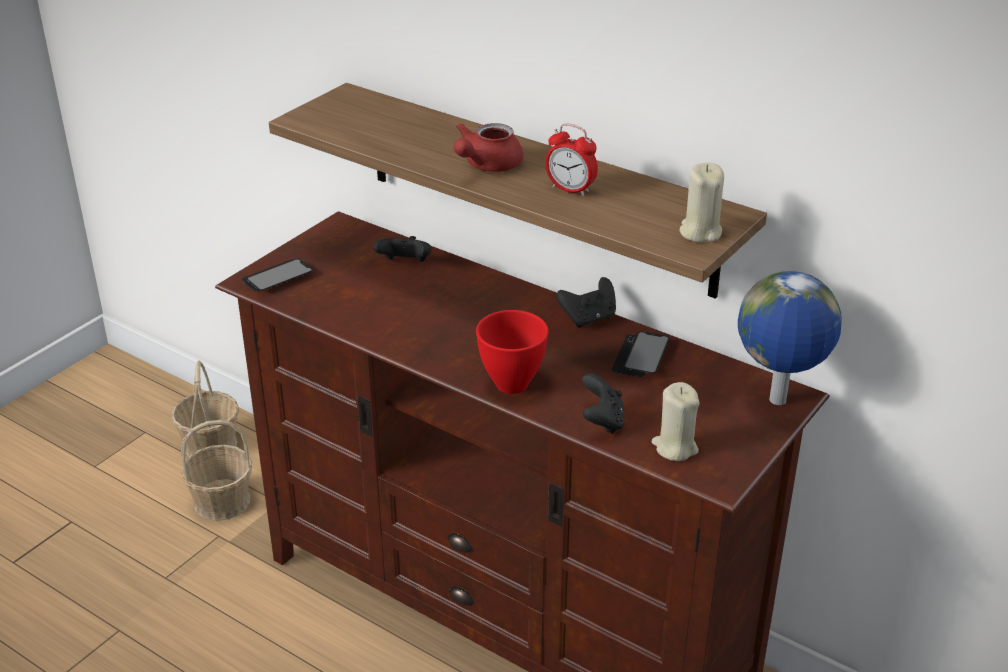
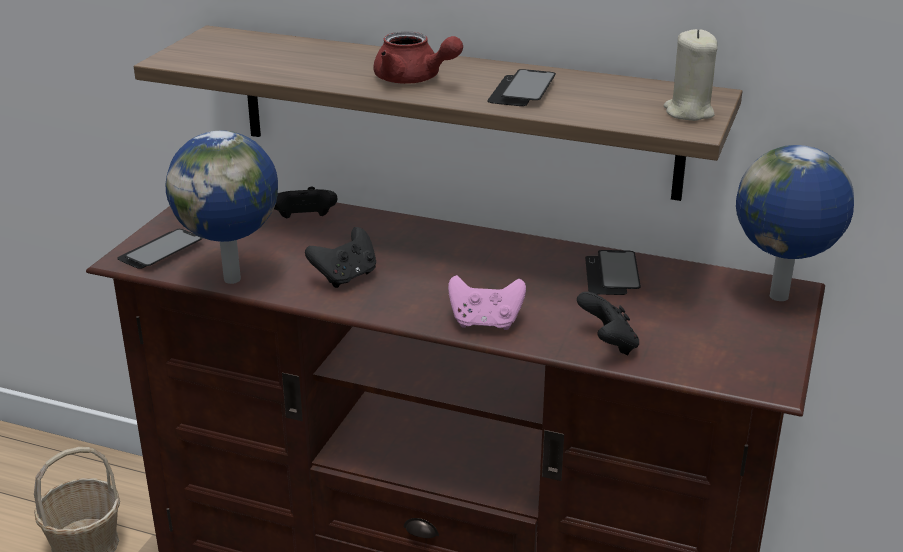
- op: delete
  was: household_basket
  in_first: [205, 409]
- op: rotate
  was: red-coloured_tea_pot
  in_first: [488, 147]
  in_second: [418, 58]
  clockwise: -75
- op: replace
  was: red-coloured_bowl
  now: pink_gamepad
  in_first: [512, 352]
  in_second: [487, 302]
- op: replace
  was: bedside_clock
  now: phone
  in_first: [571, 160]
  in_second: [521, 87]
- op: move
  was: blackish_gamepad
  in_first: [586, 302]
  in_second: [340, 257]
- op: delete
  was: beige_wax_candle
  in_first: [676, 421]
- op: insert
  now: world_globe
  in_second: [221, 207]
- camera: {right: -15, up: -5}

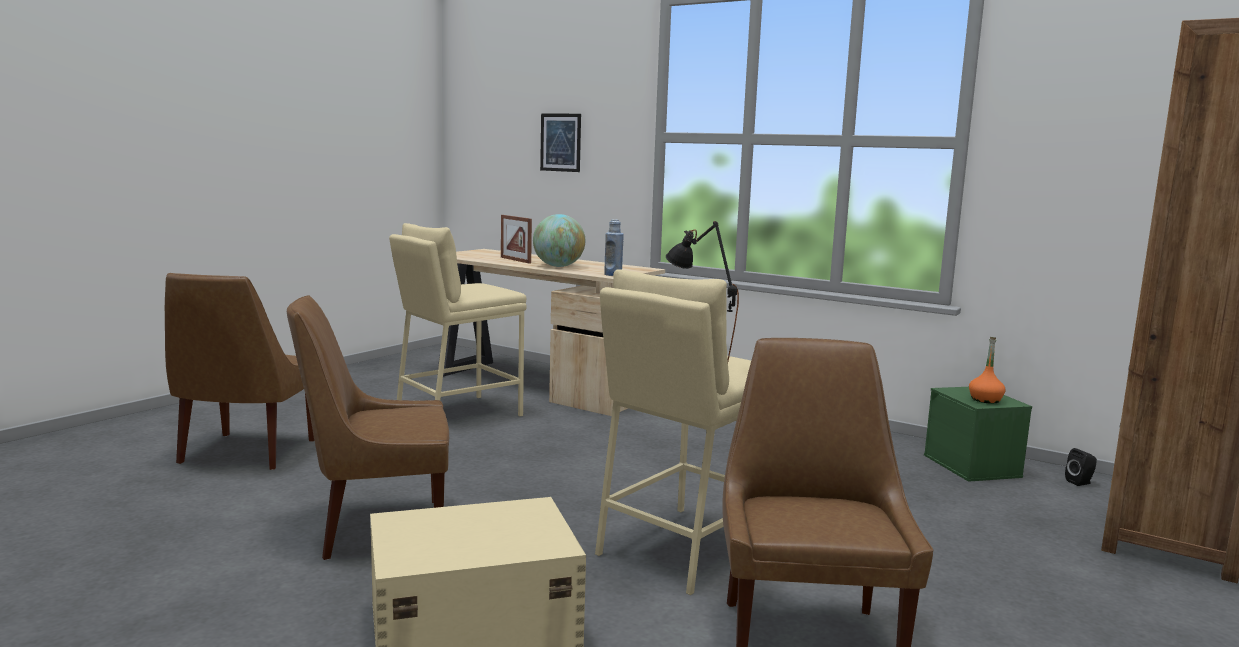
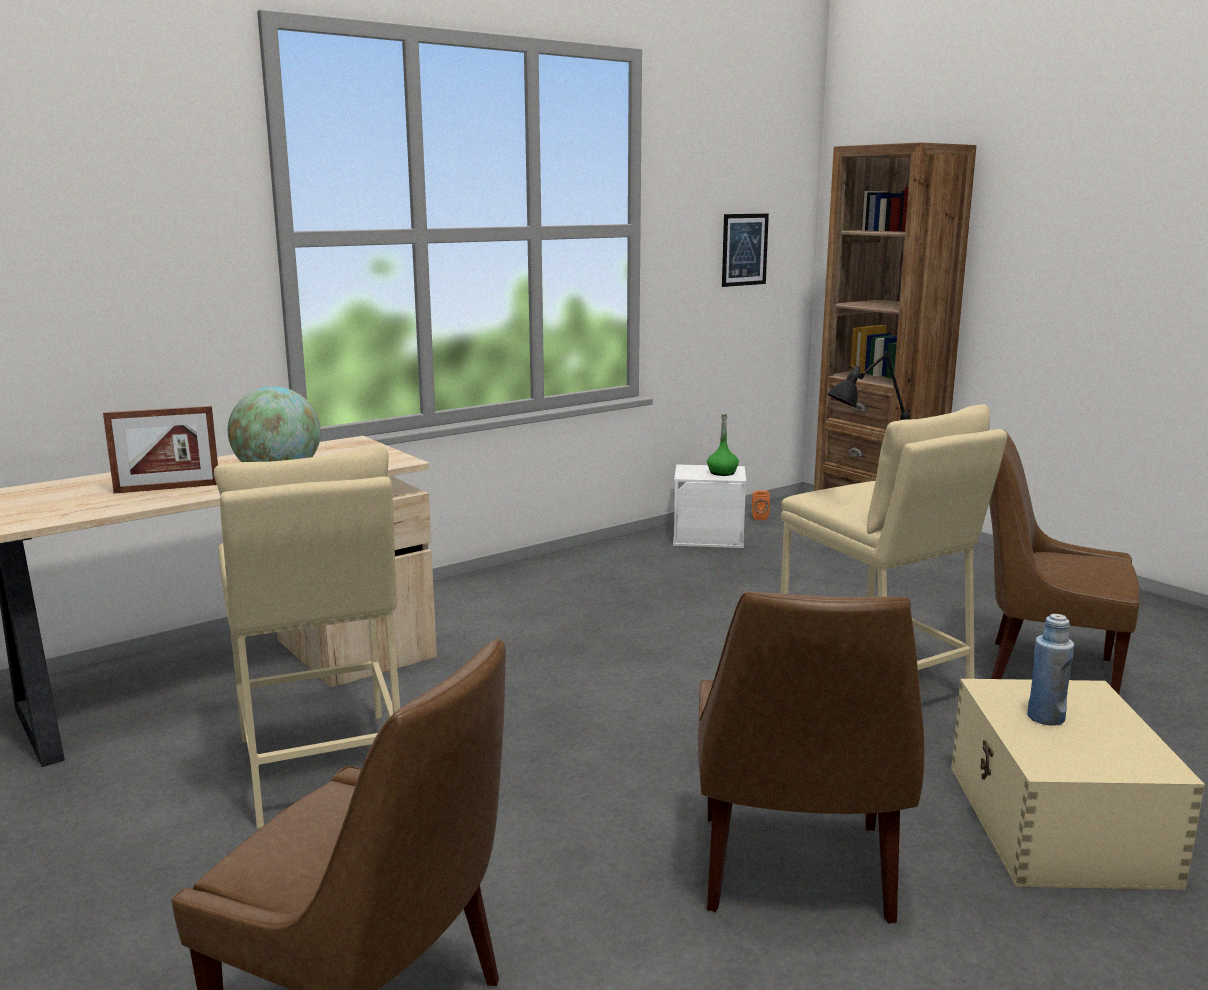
- op: move
  was: picture
  in_first: [560, 143]
  in_second: [745, 250]
- op: move
  was: blue_drink_bottle
  in_first: [614, 248]
  in_second: [1050, 670]
- op: recolor
  was: green_storage_box
  now: white_storage_box
  in_first: [978, 434]
  in_second: [709, 506]
- op: recolor
  was: orangey_drink_bottle
  now: green_drink_bottle
  in_first: [987, 370]
  in_second: [723, 445]
- op: recolor
  was: blackish_audio_speaker
  now: orangey_audio_speaker
  in_first: [1081, 467]
  in_second: [761, 505]
- camera: {right: -70, up: 5}

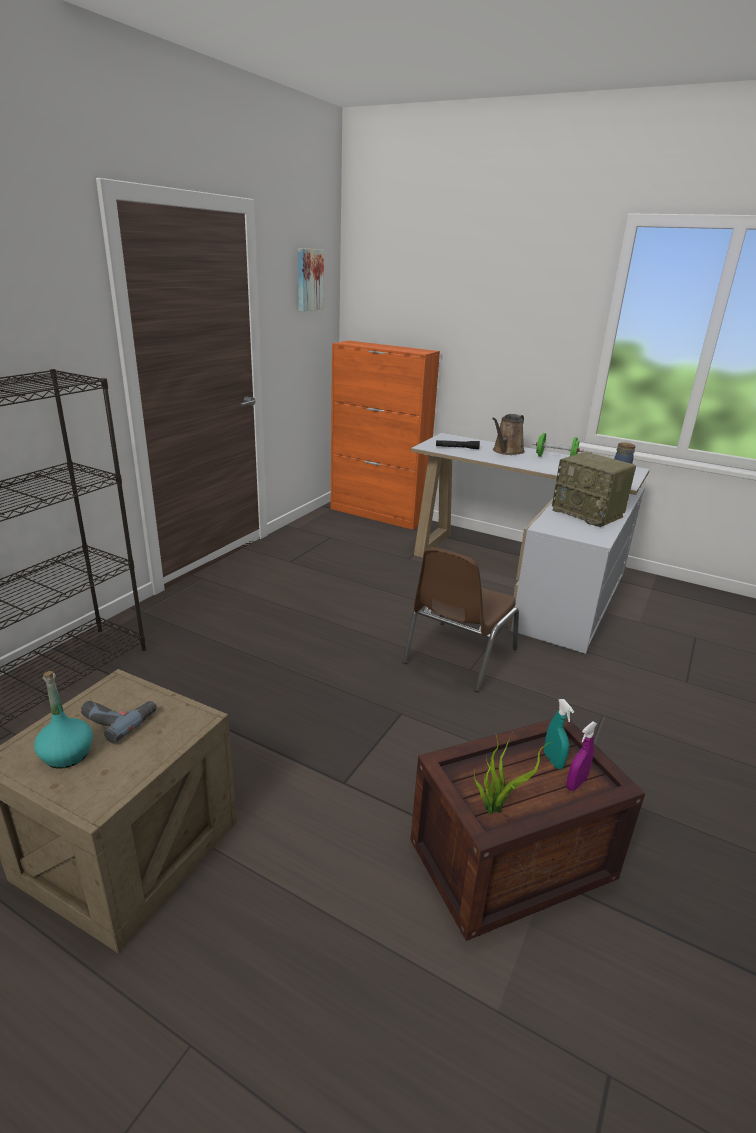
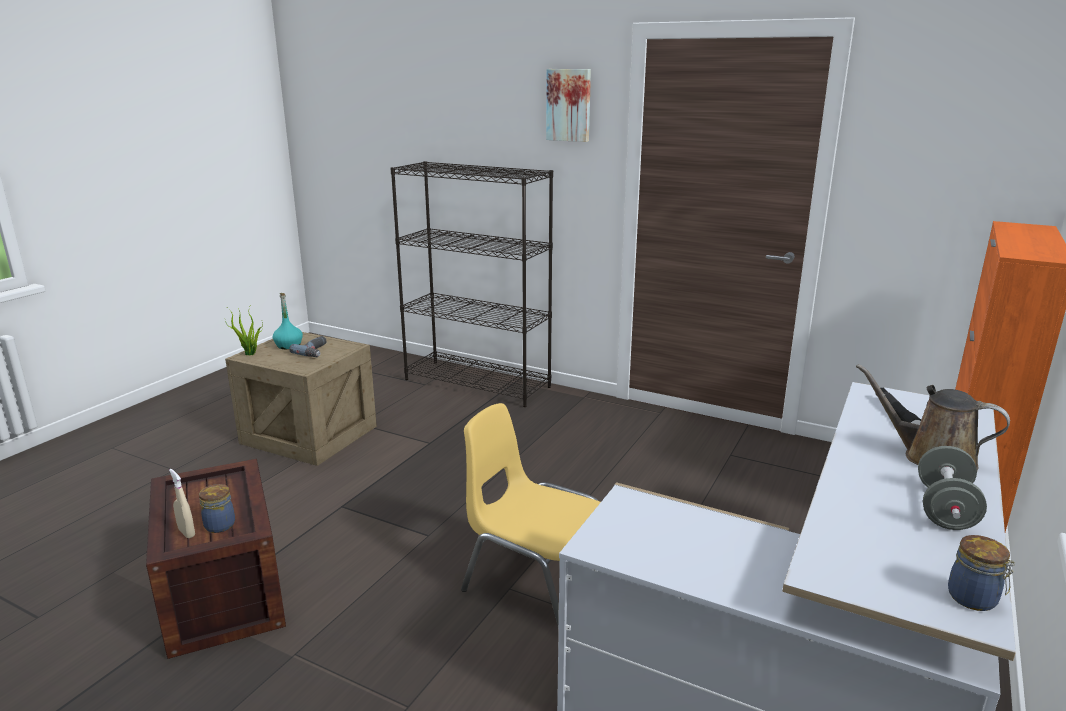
- op: move
  was: picture
  in_first: [311, 279]
  in_second: [568, 105]
- op: recolor
  was: brown_chair
  now: yellowish_chair
  in_first: [461, 619]
  in_second: [531, 516]
- op: move
  was: plant_in_a_pot
  in_first: [512, 773]
  in_second: [244, 332]
- op: recolor
  was: green_dumbbell
  now: gray_dumbbell
  in_first: [558, 445]
  in_second: [952, 488]
- op: replace
  was: blue-green_spray_bottle
  now: preserve_jar
  in_first: [559, 734]
  in_second: [217, 508]
- op: delete
  was: radio
  in_first: [594, 489]
- op: recolor
  was: purplish_spray_bottle
  now: beige_spray_bottle
  in_first: [582, 756]
  in_second: [182, 503]
- camera: {right: 90, up: -5}

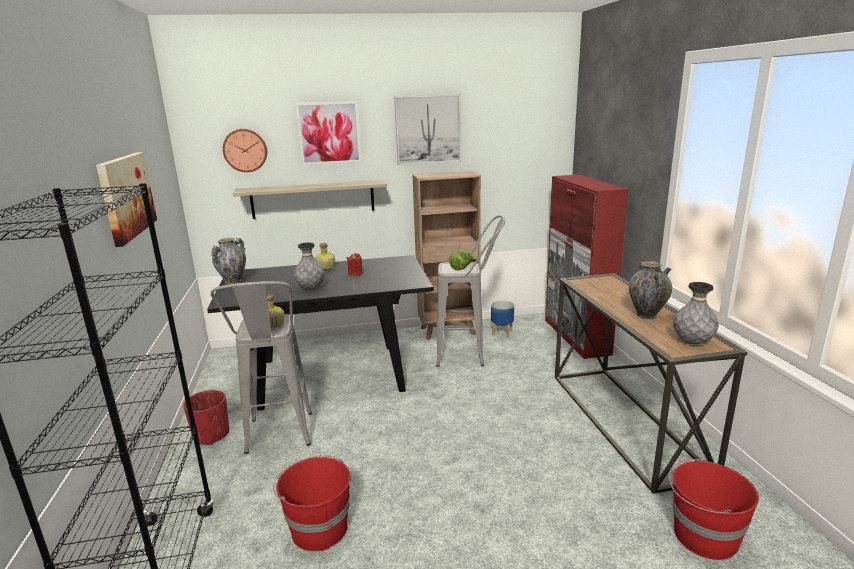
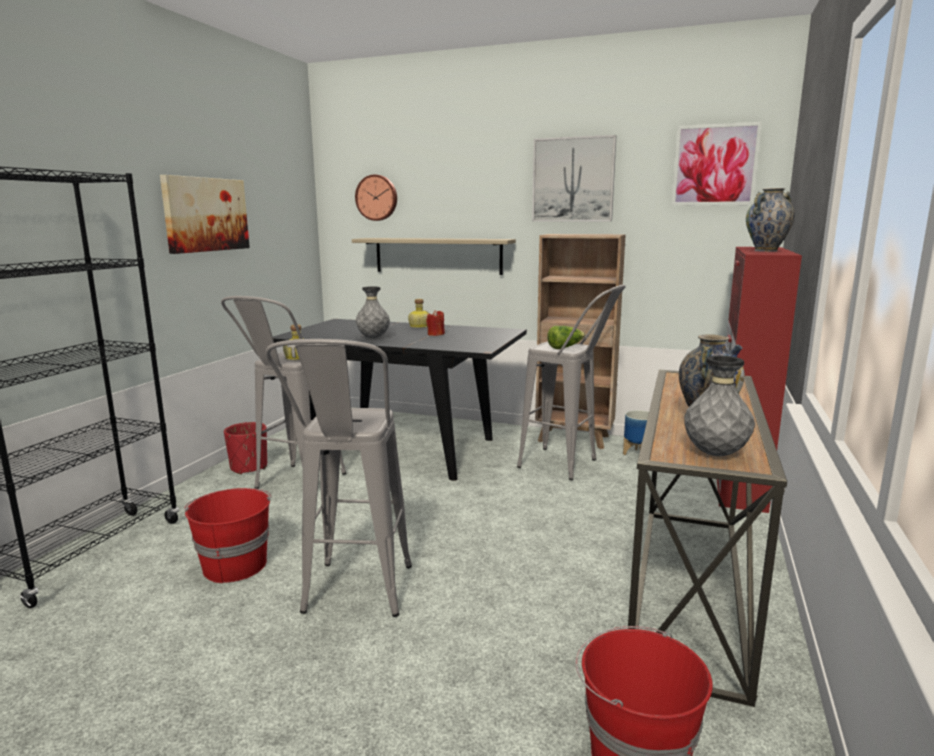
- op: move
  was: flower_vase
  in_first: [228, 261]
  in_second: [770, 220]
- op: move
  was: picture
  in_first: [328, 133]
  in_second: [716, 164]
- op: insert
  now: gray_stool
  in_second: [338, 478]
- camera: {right: 30, up: -5}

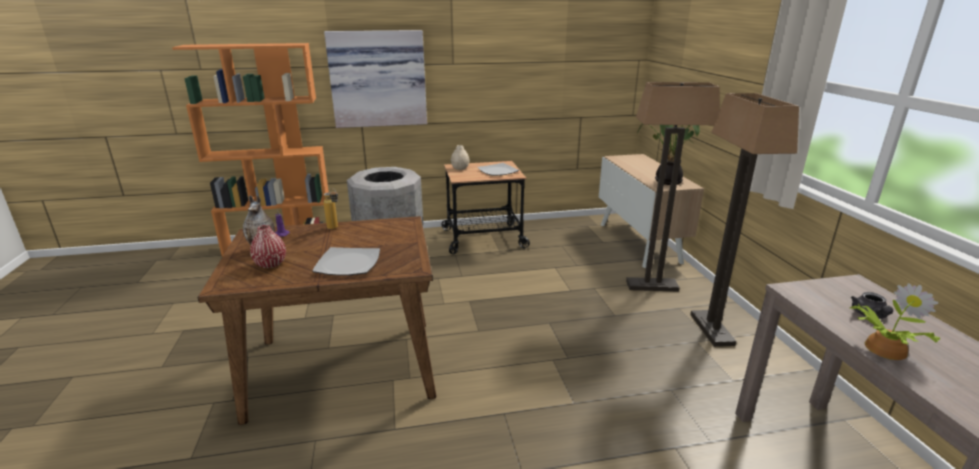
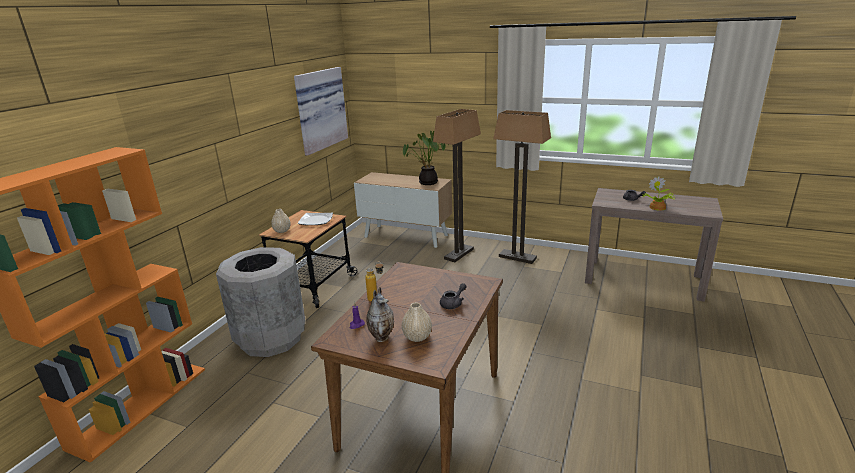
- op: recolor
  was: red-coloured_flower_vase
  now: beige_flower_vase
  in_first: [268, 246]
  in_second: [417, 322]
- op: replace
  was: flat_dish
  now: gray_tea_pot
  in_first: [346, 261]
  in_second: [453, 296]
- op: move
  was: picture
  in_first: [375, 79]
  in_second: [321, 111]
- camera: {right: -55, up: 0}

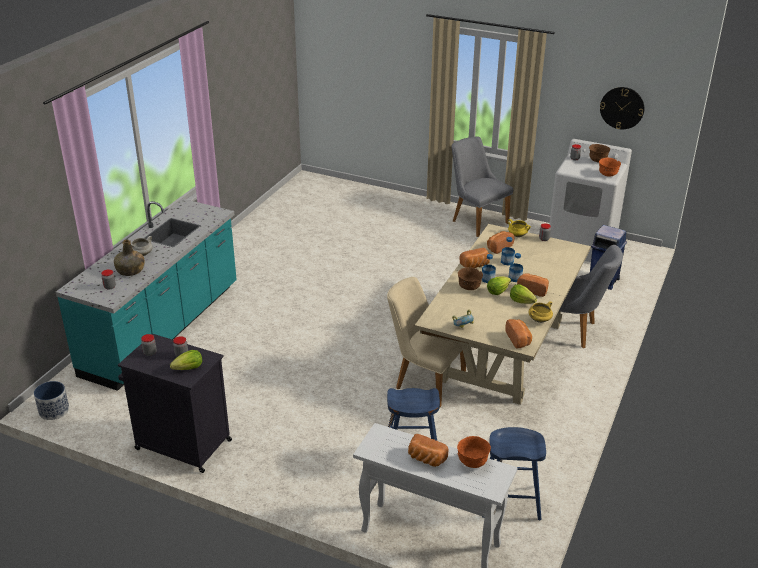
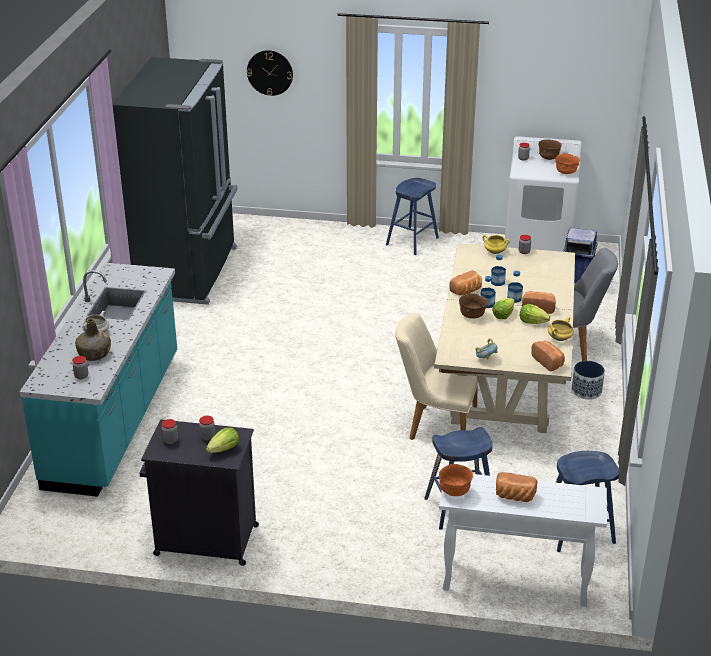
- op: move
  was: planter
  in_first: [51, 400]
  in_second: [588, 380]
- op: replace
  was: gray_chair
  now: blue_stool
  in_first: [482, 187]
  in_second: [412, 216]
- op: move
  was: orangey_bowl
  in_first: [474, 452]
  in_second: [456, 480]
- op: delete
  was: bread
  in_first: [500, 242]
- op: move
  was: clock_on_the_wall
  in_first: [622, 108]
  in_second: [270, 73]
- op: insert
  now: blackish_fridge
  in_second: [174, 181]
- camera: {right: -15, up: 0}

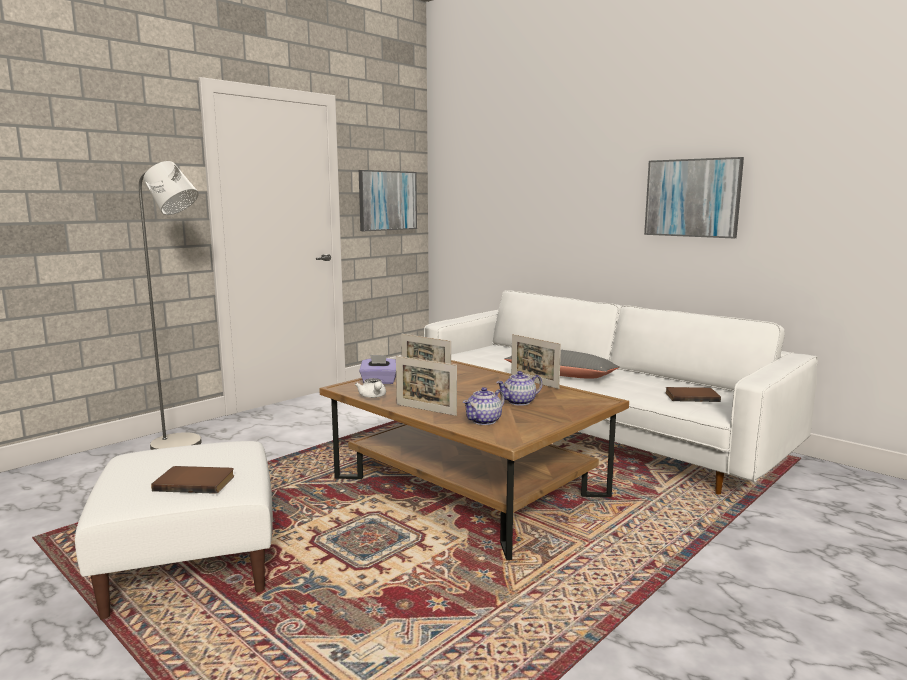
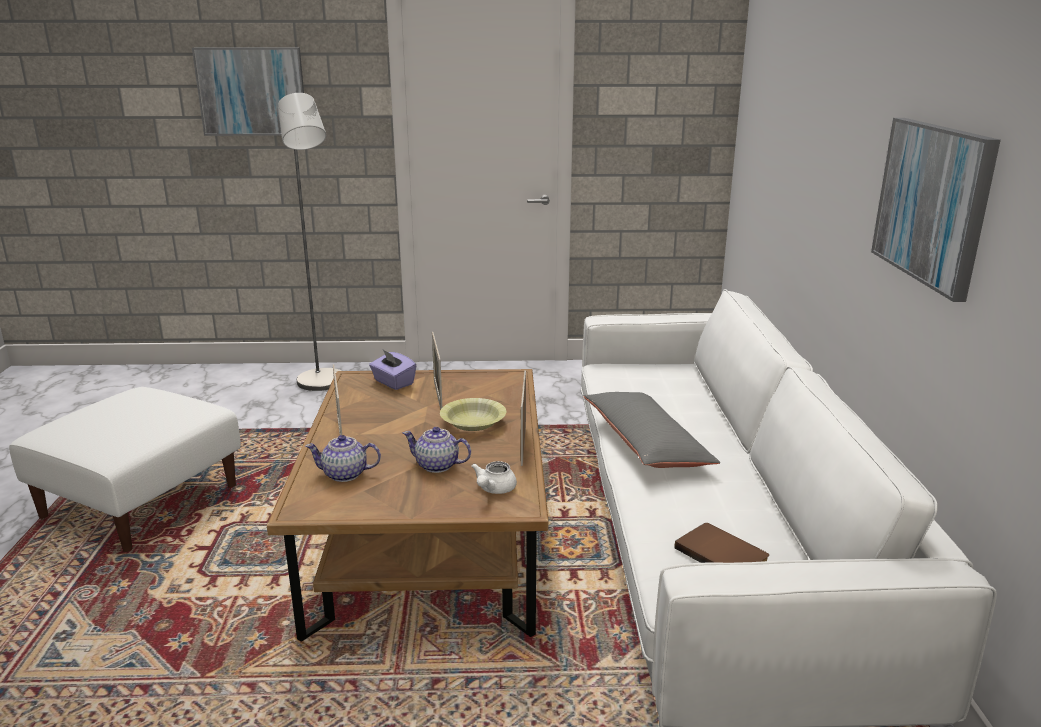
- op: delete
  was: brown_volume
  in_first: [192, 480]
- op: move
  was: white_tea_pot
  in_first: [370, 388]
  in_second: [494, 477]
- op: move
  was: picture
  in_first: [388, 200]
  in_second: [248, 91]
- op: insert
  now: yellowish_bowl
  in_second: [473, 414]
- camera: {right: 45, up: 10}

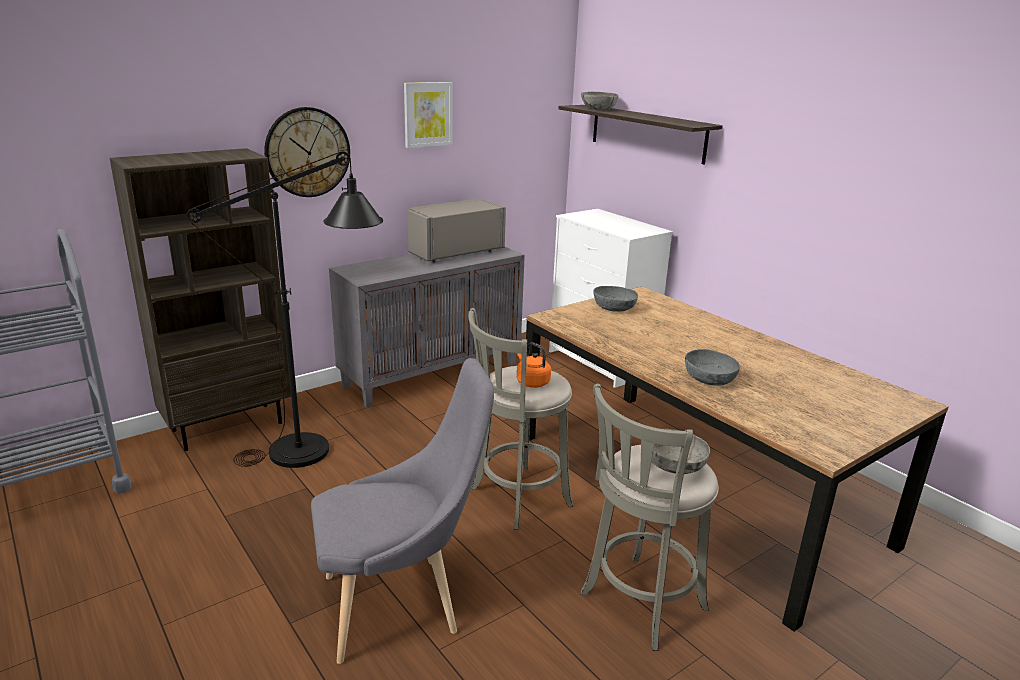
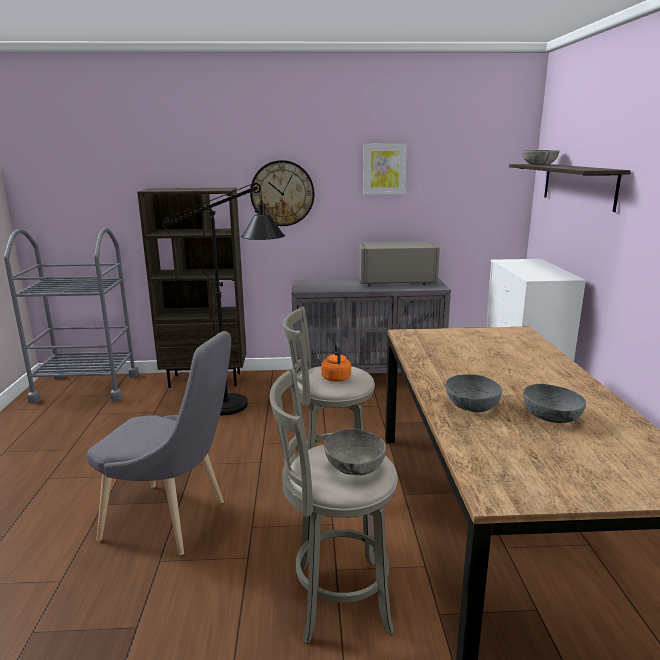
- op: move
  was: gray_bowl
  in_first: [615, 299]
  in_second: [554, 403]
- camera: {right: 35, up: -5}

